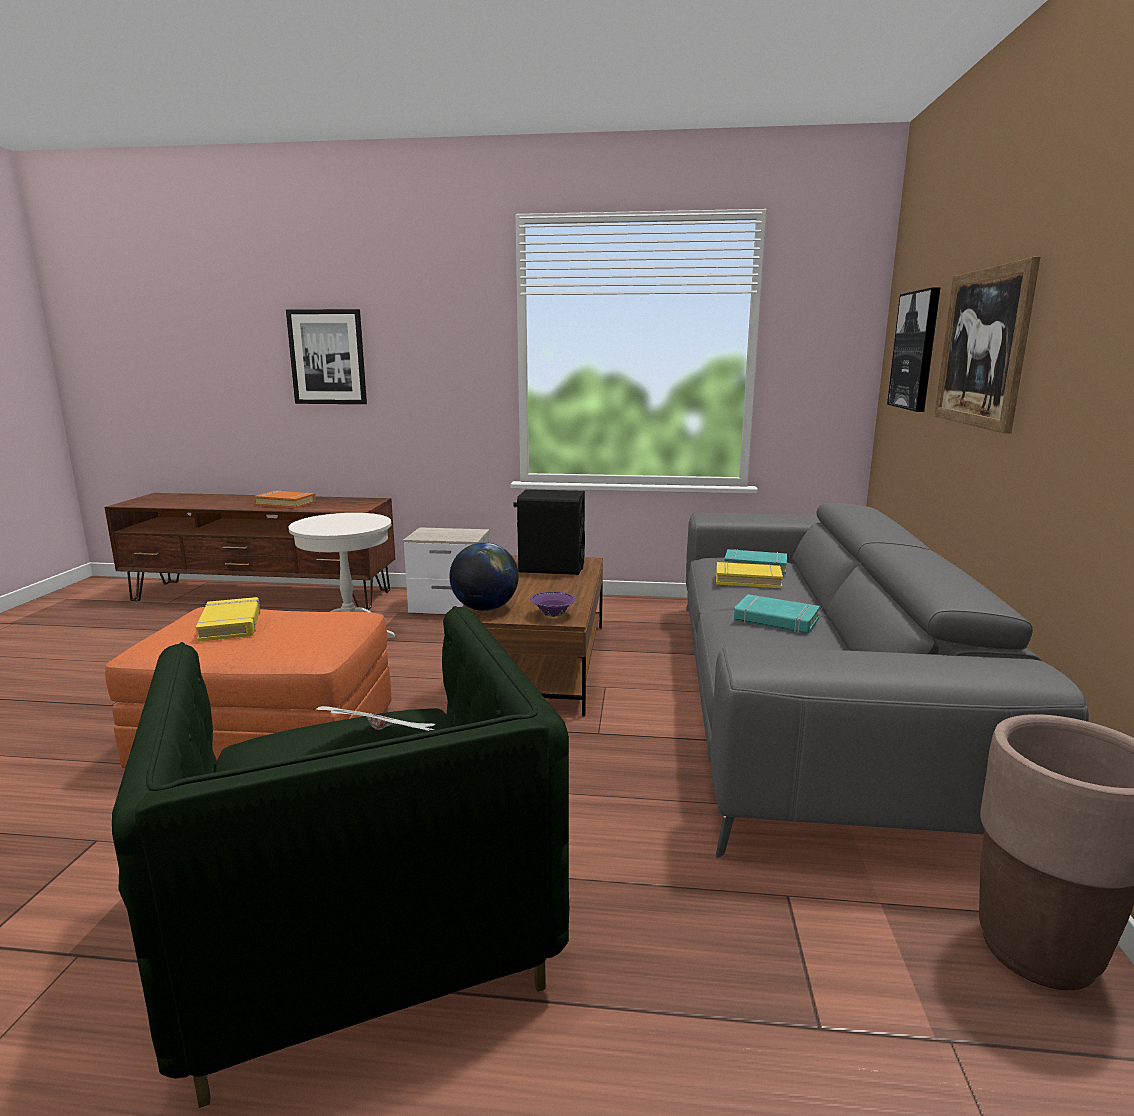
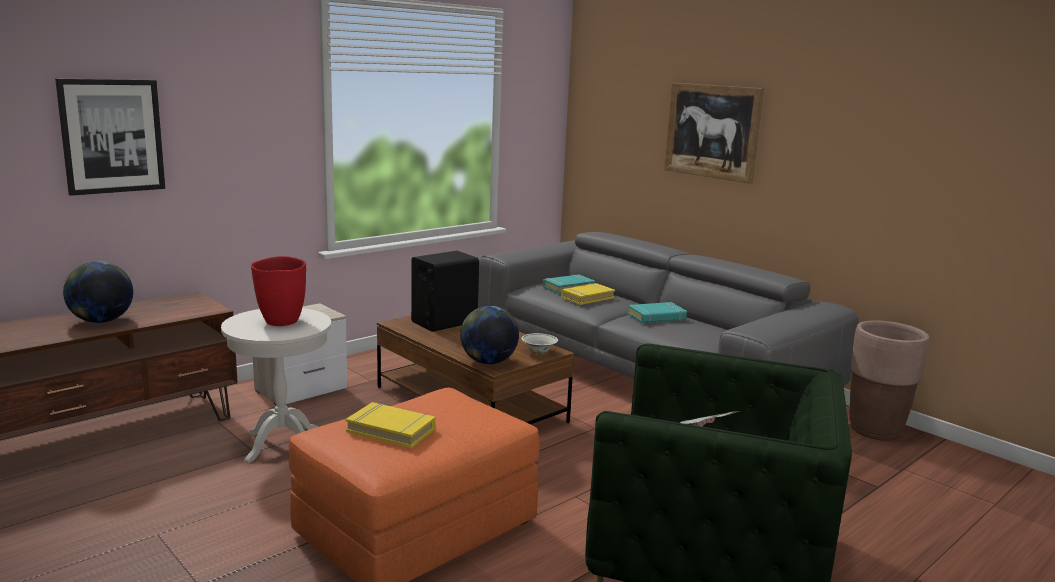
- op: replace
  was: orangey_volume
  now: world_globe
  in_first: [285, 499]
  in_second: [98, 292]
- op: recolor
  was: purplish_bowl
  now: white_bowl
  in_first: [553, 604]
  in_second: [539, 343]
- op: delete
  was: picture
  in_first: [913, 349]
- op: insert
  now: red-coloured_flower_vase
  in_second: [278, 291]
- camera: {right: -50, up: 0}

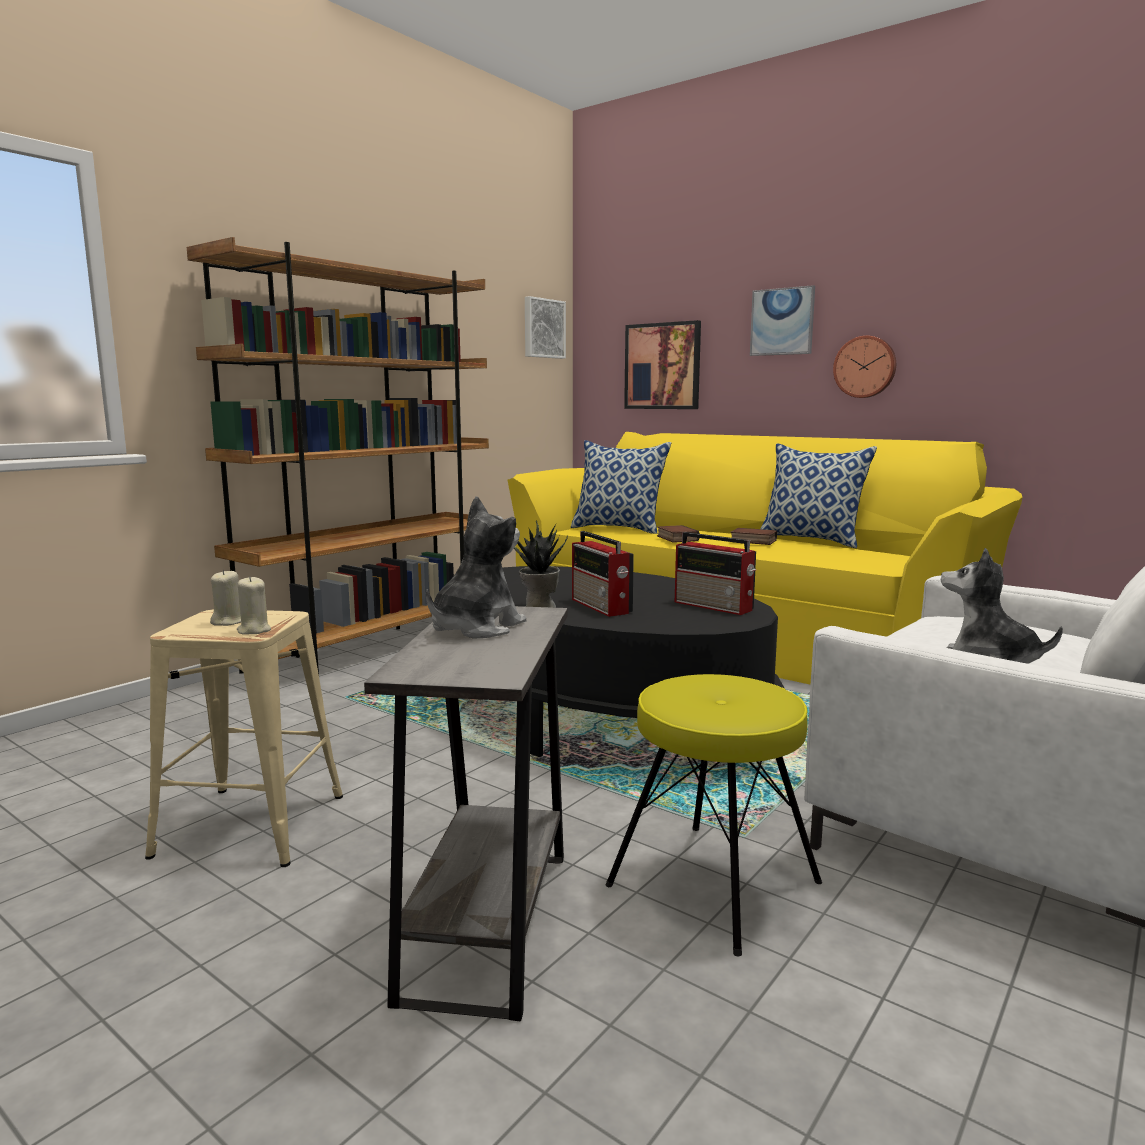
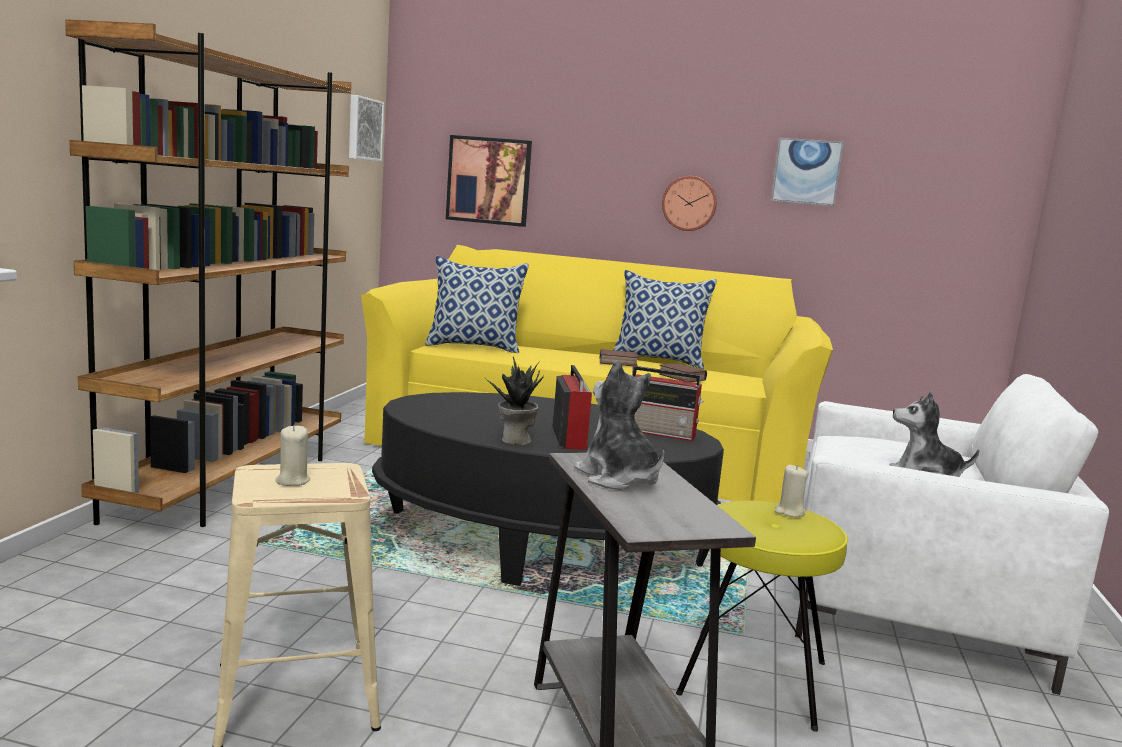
- op: move
  was: beige_wax_candle
  in_first: [254, 605]
  in_second: [791, 491]
- op: rotate
  was: cuddly_toy
  in_first: [476, 567]
  in_second: [619, 425]
  clockwise: -45
- op: rotate
  was: radio
  in_first: [603, 574]
  in_second: [572, 407]
  clockwise: -135
- op: move
  was: volume
  in_first: [678, 534]
  in_second: [683, 372]
- op: move
  was: picture
  in_first: [782, 320]
  in_second: [807, 172]
- camera: {right: -25, up: 0}

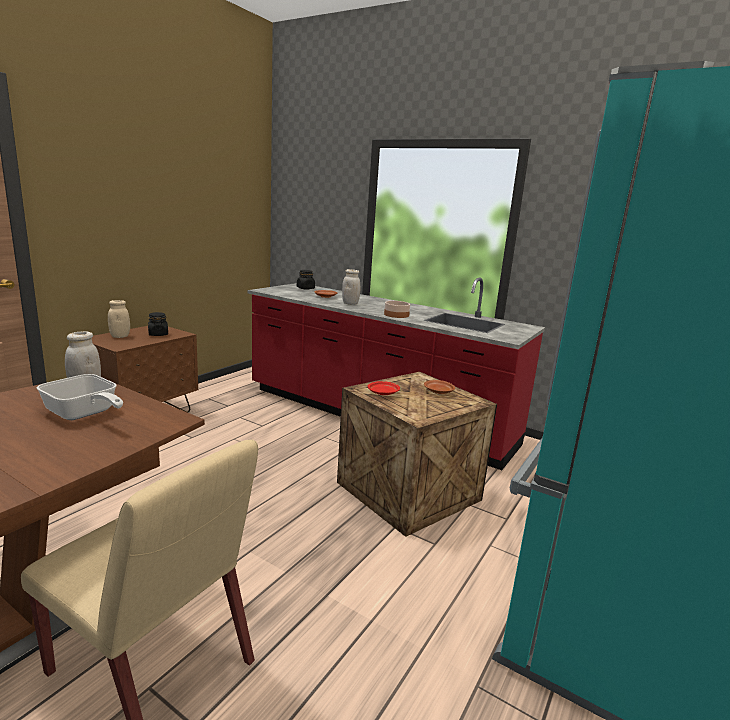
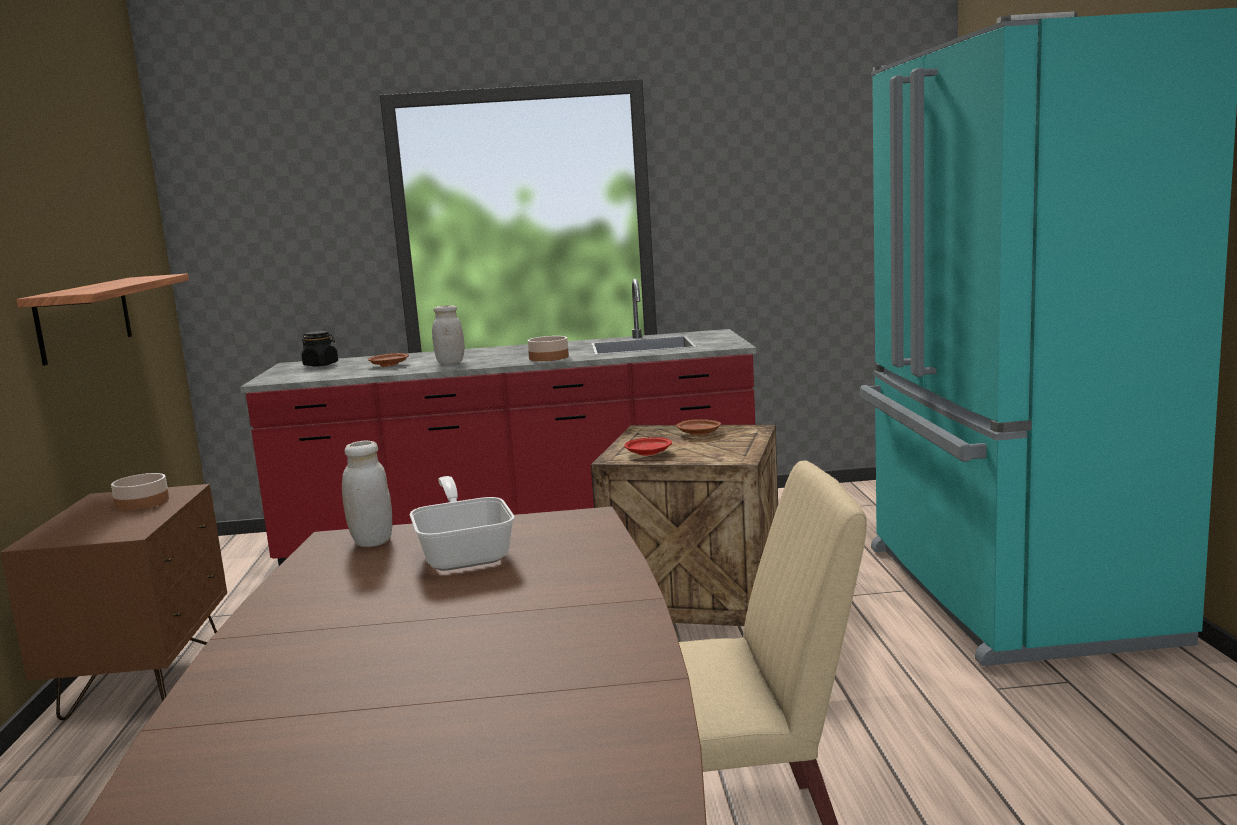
- op: rotate
  was: pan
  in_first: [80, 397]
  in_second: [462, 523]
  clockwise: -105
- op: delete
  was: beige_preserve_jar
  in_first: [119, 319]
- op: replace
  was: blackish_preserve_jar
  now: bowl
  in_first: [158, 324]
  in_second: [140, 491]
- op: insert
  now: wall_shelf
  in_second: [102, 320]
- camera: {right: -35, up: -5}

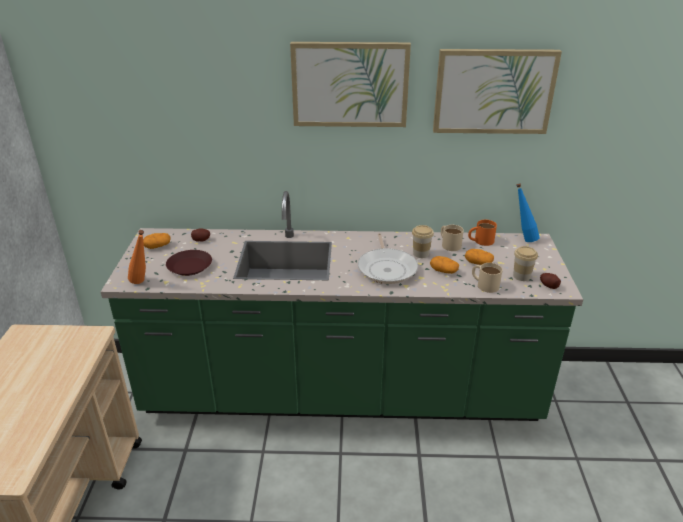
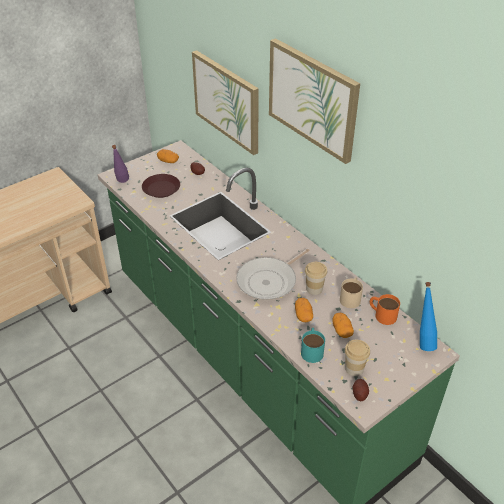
- op: recolor
  was: orangey_drink_bottle
  now: purplish_drink_bottle
  in_first: [137, 257]
  in_second: [120, 164]
- op: move
  was: picture
  in_first: [497, 91]
  in_second: [225, 102]
- op: recolor
  was: beige_coffee_mug
  now: blue-green_coffee_mug
  in_first: [487, 278]
  in_second: [313, 345]
- camera: {right: 50, up: 10}

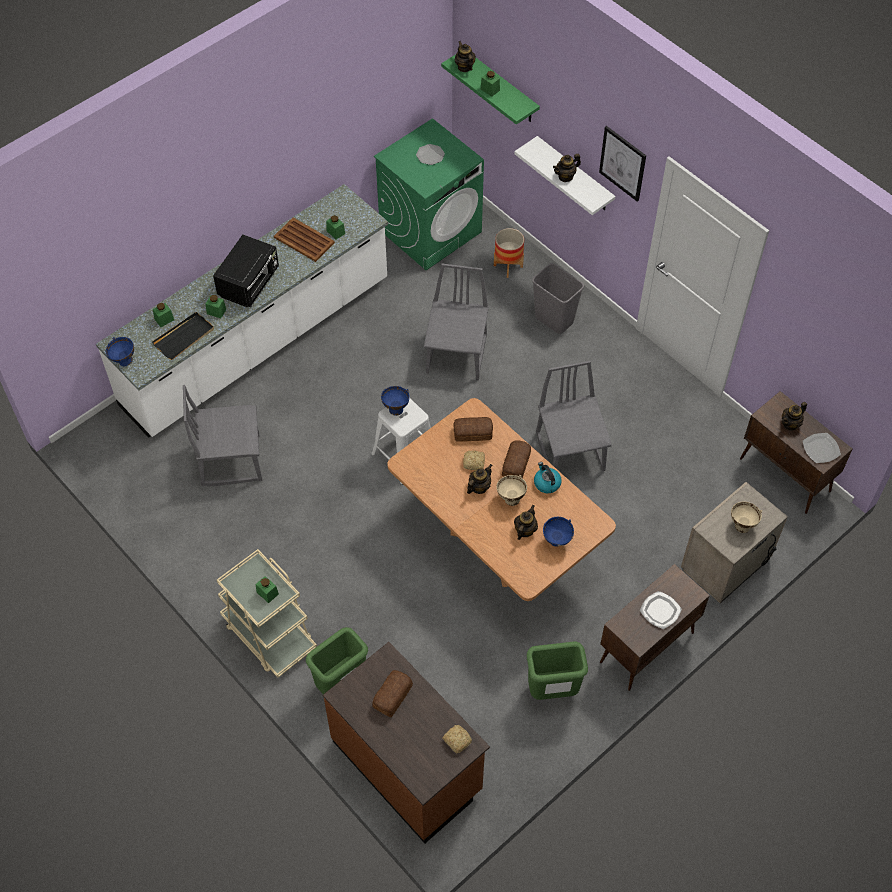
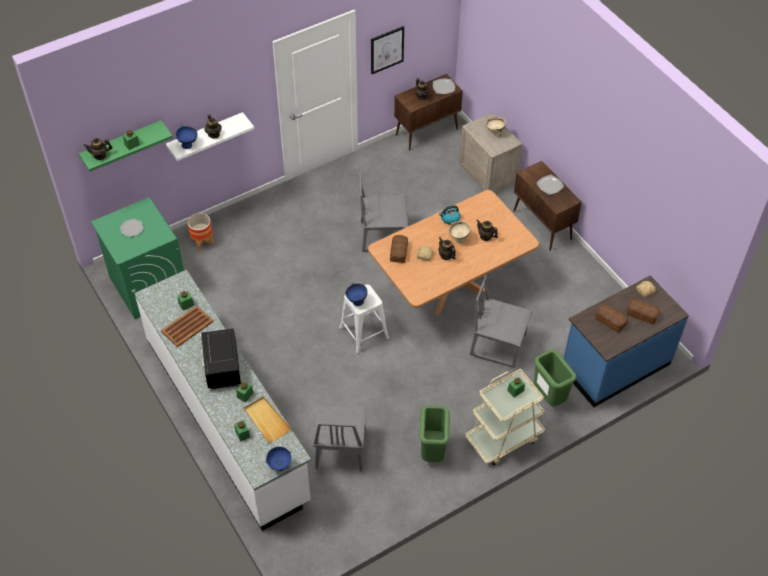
- op: recolor
  was: blackish_serving_tray
  now: beige_serving_tray
  in_first: [183, 336]
  in_second: [267, 419]
- op: rotate
  was: blackish_kitchen_microwave
  in_first: [246, 271]
  in_second: [220, 358]
  clockwise: -135
- op: recolor
  was: brown_kitchen_base_unit
  now: blue_kitchen_base_unit
  in_first: [406, 742]
  in_second: [626, 341]
- op: move
  was: gray_chair
  in_first: [456, 322]
  in_second: [501, 321]
- op: move
  was: bread
  in_first: [516, 459]
  in_second: [643, 312]
- op: move
  was: green_waste_bin
  in_first: [557, 670]
  in_second: [434, 434]
- op: delete
  was: gray_waste_bin
  in_first: [558, 298]
- op: move
  was: blue_bowl
  in_first: [558, 532]
  in_second: [187, 137]
- op: move
  was: picture
  in_first: [622, 164]
  in_second: [387, 50]
- camera: {right: -80, up: -5}

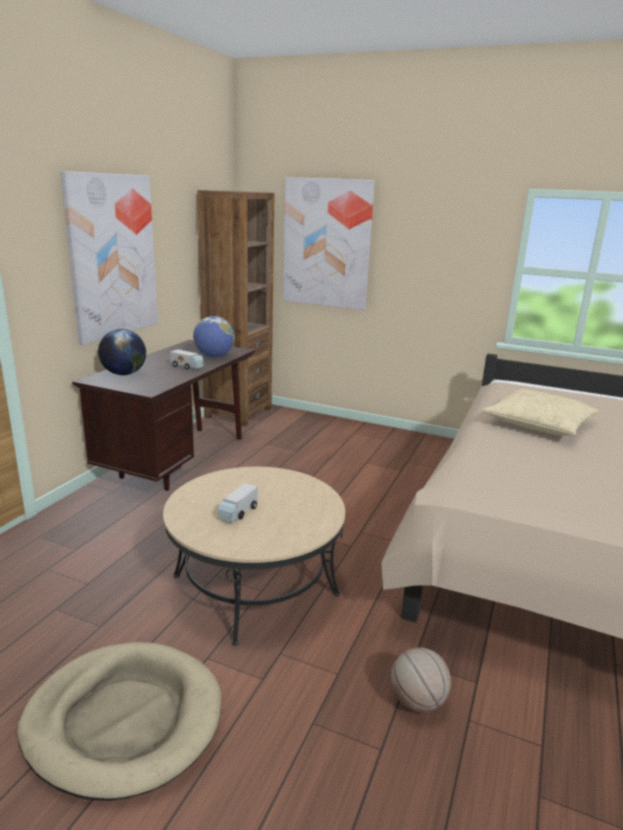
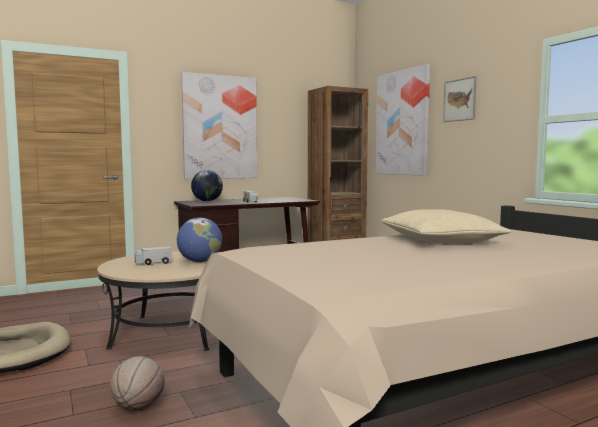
- op: move
  was: world_globe
  in_first: [214, 337]
  in_second: [199, 240]
- op: insert
  now: picture
  in_second: [460, 99]
- camera: {right: 40, up: -15}

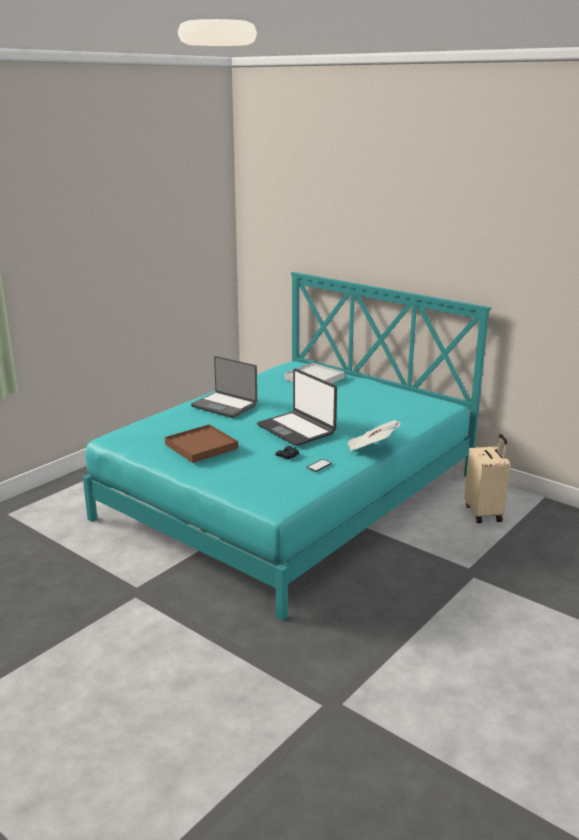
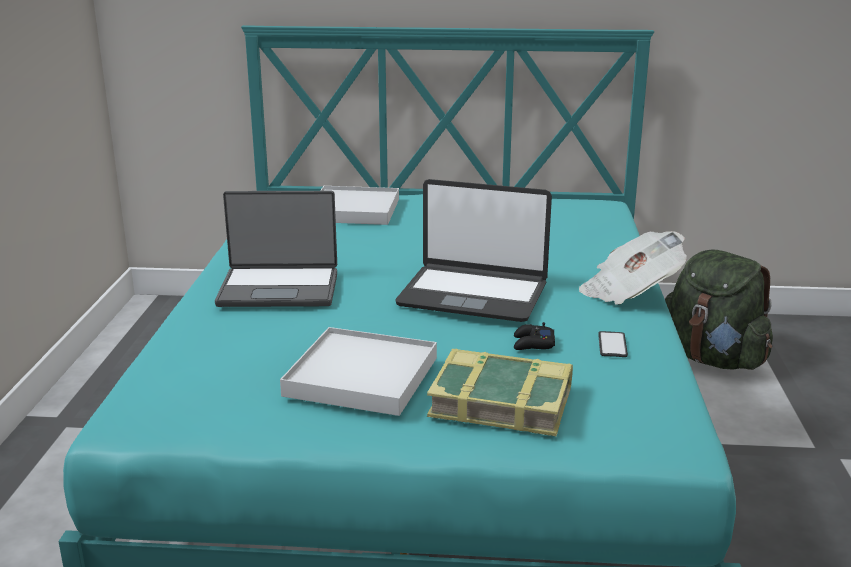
- op: recolor
  was: brown_serving_tray
  now: white_serving_tray
  in_first: [201, 443]
  in_second: [358, 371]
- op: replace
  was: beige_suitcase
  now: green_rucksack
  in_first: [487, 478]
  in_second: [719, 309]
- op: insert
  now: volume
  in_second: [500, 392]
- camera: {right: -35, up: 0}

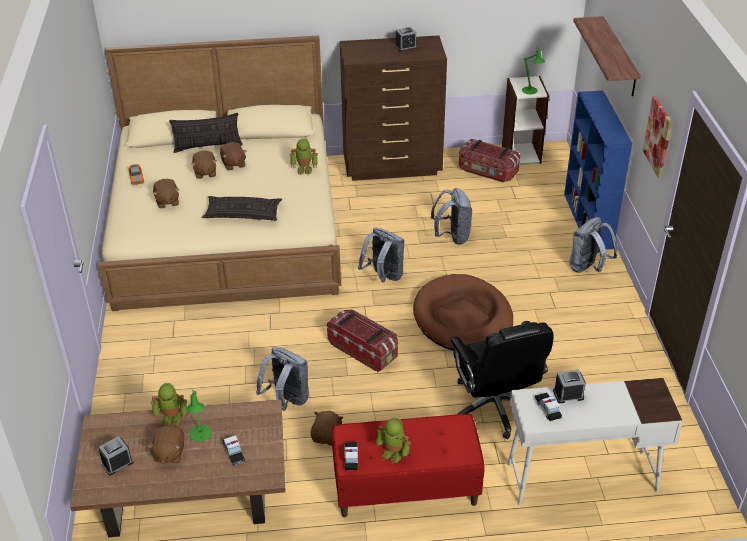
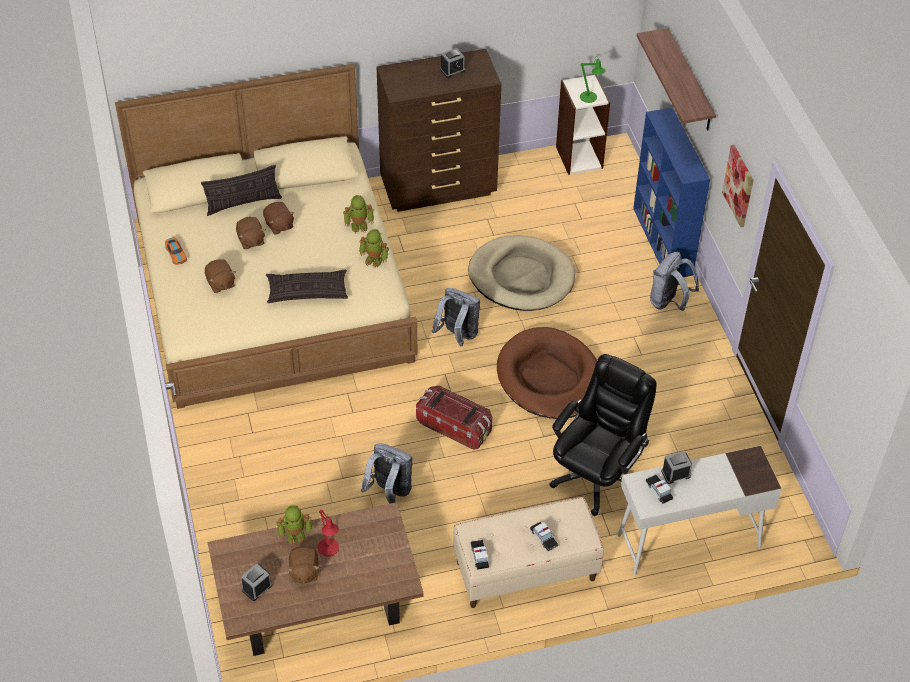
- op: recolor
  was: green_table_lamp
  now: red-coloured_table_lamp
  in_first: [199, 415]
  in_second: [328, 533]
- op: move
  was: model_car
  in_first: [234, 450]
  in_second: [544, 536]
- op: delete
  was: brown_cuddly_toy
  in_first: [327, 428]
- op: recolor
  was: red-coloured_long_seat
  now: beige_long_seat
  in_first: [408, 465]
  in_second: [528, 552]
- op: move
  was: robot_figure
  in_first: [393, 441]
  in_second: [374, 248]
- op: replace
  was: gray_rucksack
  now: beige_dog_bed
  in_first: [451, 216]
  in_second: [521, 273]
- op: rotate
  was: blackish_computer_chair
  in_first: [502, 380]
  in_second: [603, 435]
  clockwise: -120
- op: delete
  was: storage_box
  in_first: [489, 160]
- camera: {right: -10, up: 10}

